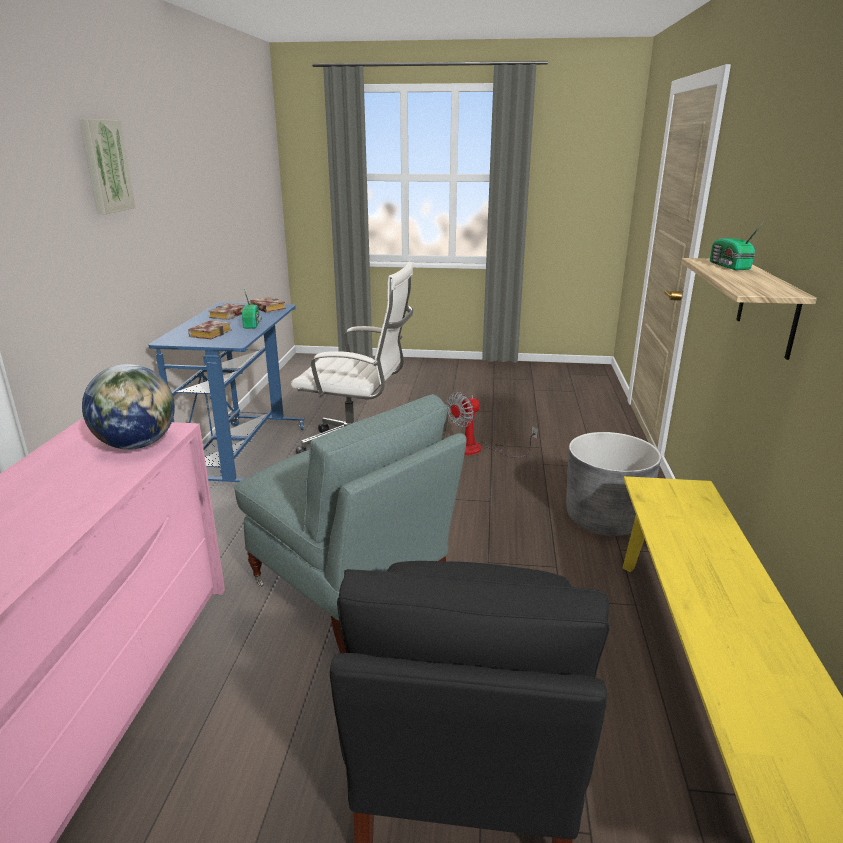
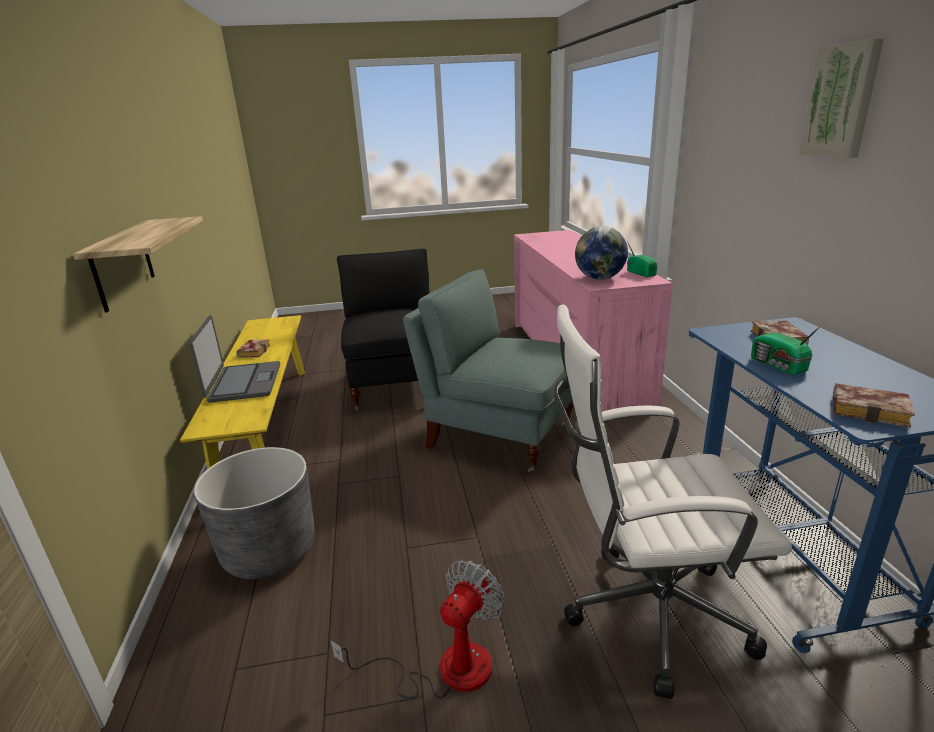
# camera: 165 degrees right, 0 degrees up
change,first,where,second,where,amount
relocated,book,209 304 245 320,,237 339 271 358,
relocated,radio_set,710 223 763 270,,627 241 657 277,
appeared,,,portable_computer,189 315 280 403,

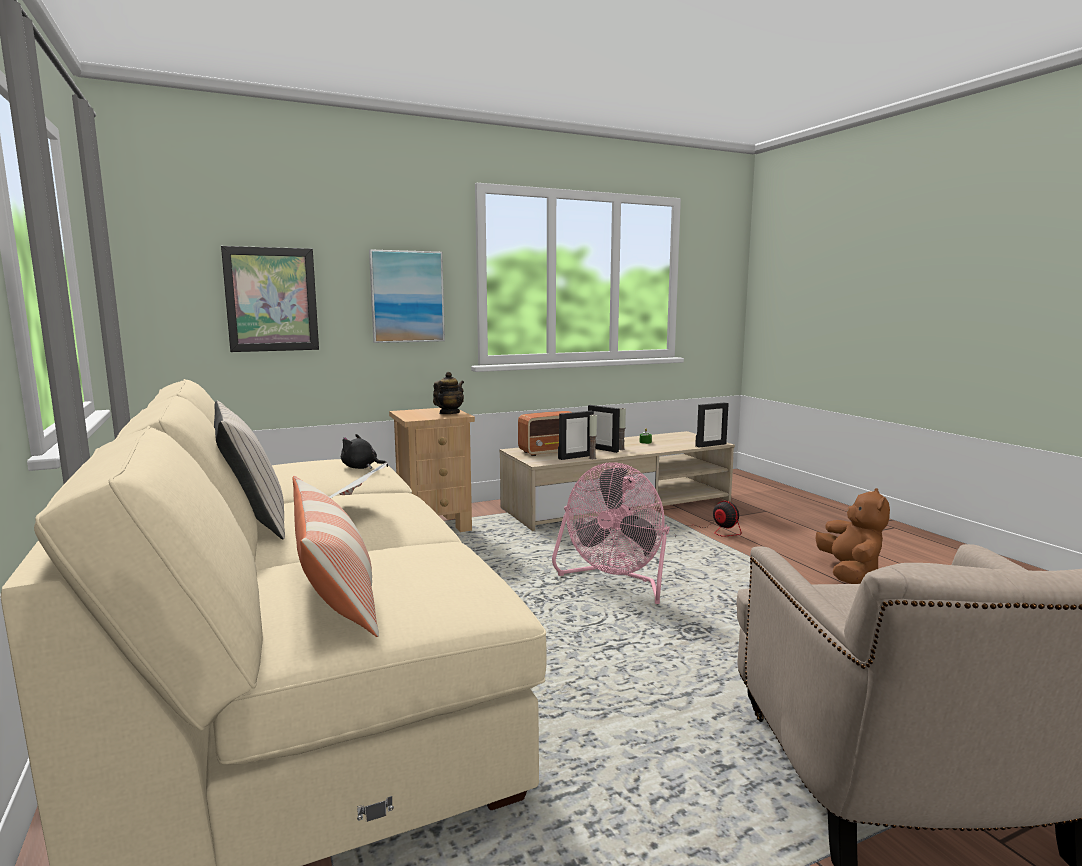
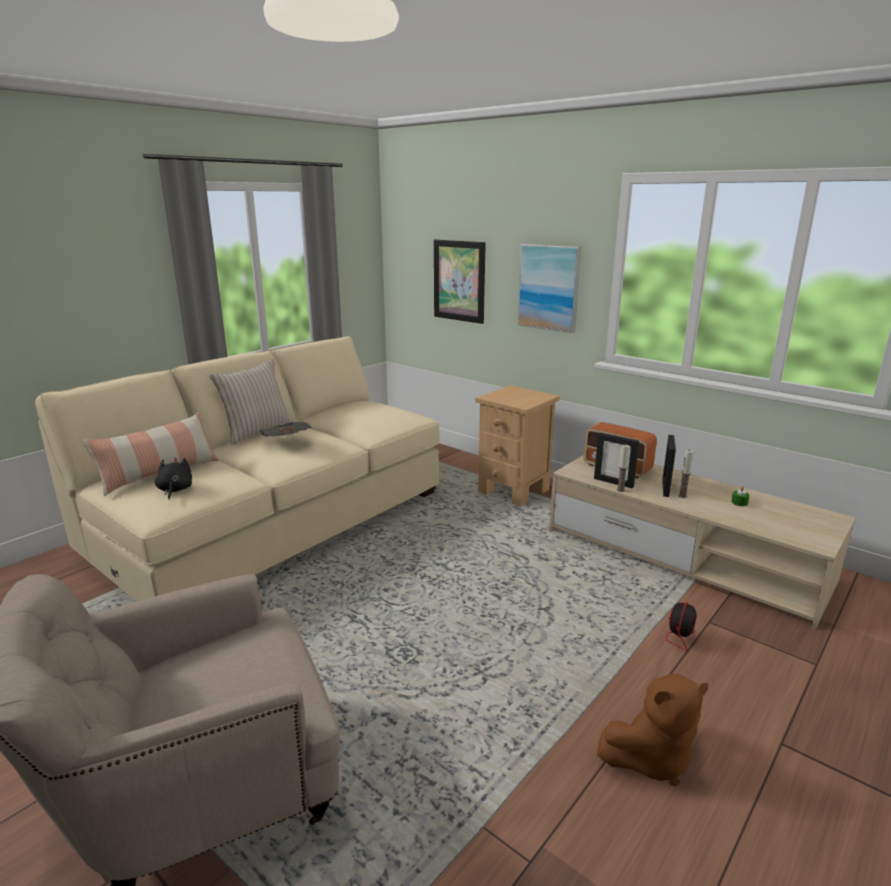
# camera: 65 degrees right, 10 degrees up
change,first,where,second,where,amount
relocated,black_plush_toy,341 434 388 469,,155 458 192 499,
missing,pot_for_tea,433 372 464 414,,,
missing,pink-coloured_fan,552 462 670 604,,,
missing,picture_frame,695 402 729 448,,,

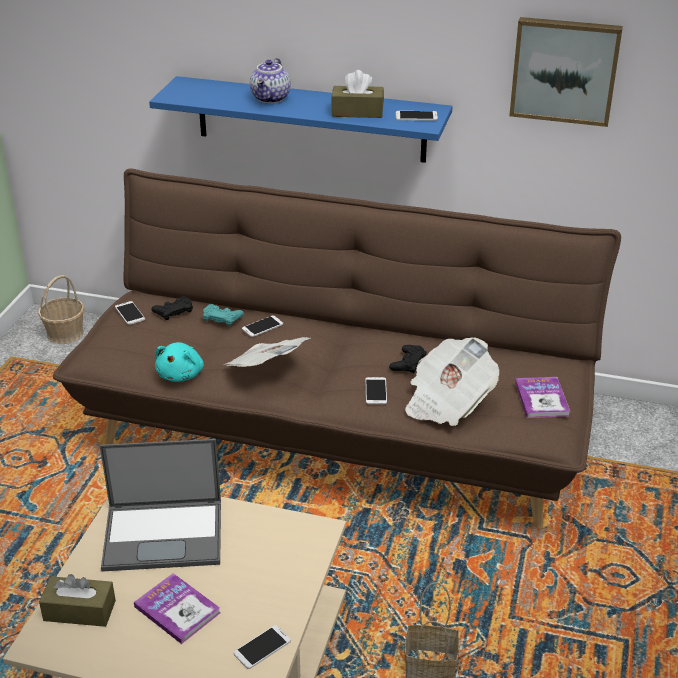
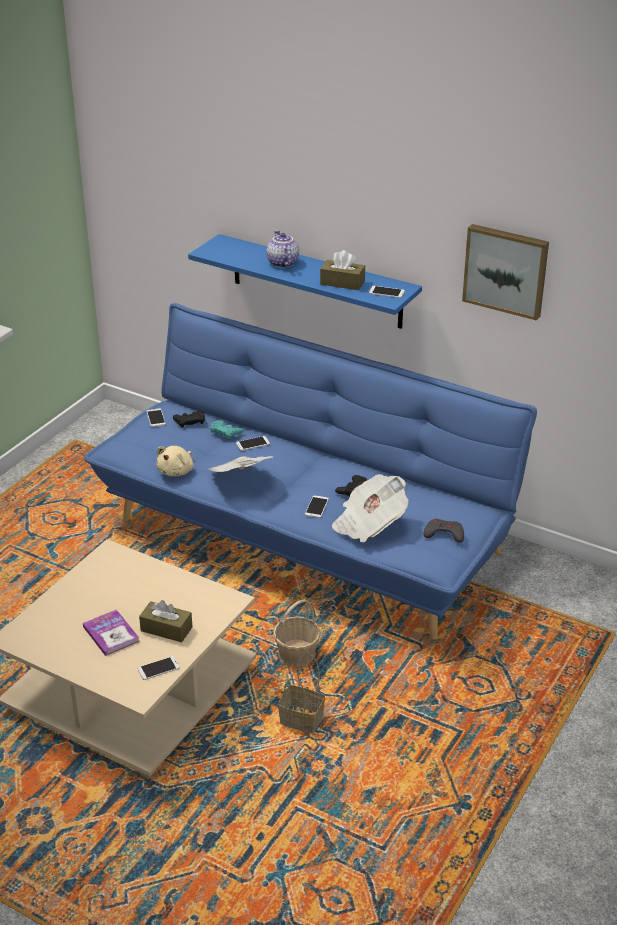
# camera: 15 degrees right, 0 degrees up
change,first,where,second,where,amount
relocated,basket,38 275 85 344,,273 599 321 667,
relocated,brown_tissue_box,39 574 116 627,,139 600 193 642,
colour,brown_settee,53 168 621 528,blue_settee,84 303 537 640,
missing,portable_computer,100 439 221 572,,,
colour,turquoise_plush_toy,155 342 204 382,beige-coloured_plush_toy,156 446 194 476,
spun,pot_for_tea,250 58 291 104,,267 230 299 268,135 degrees clockwise
exchanged,book,515 377 570 418,greyish_gamepad,424 519 464 543,

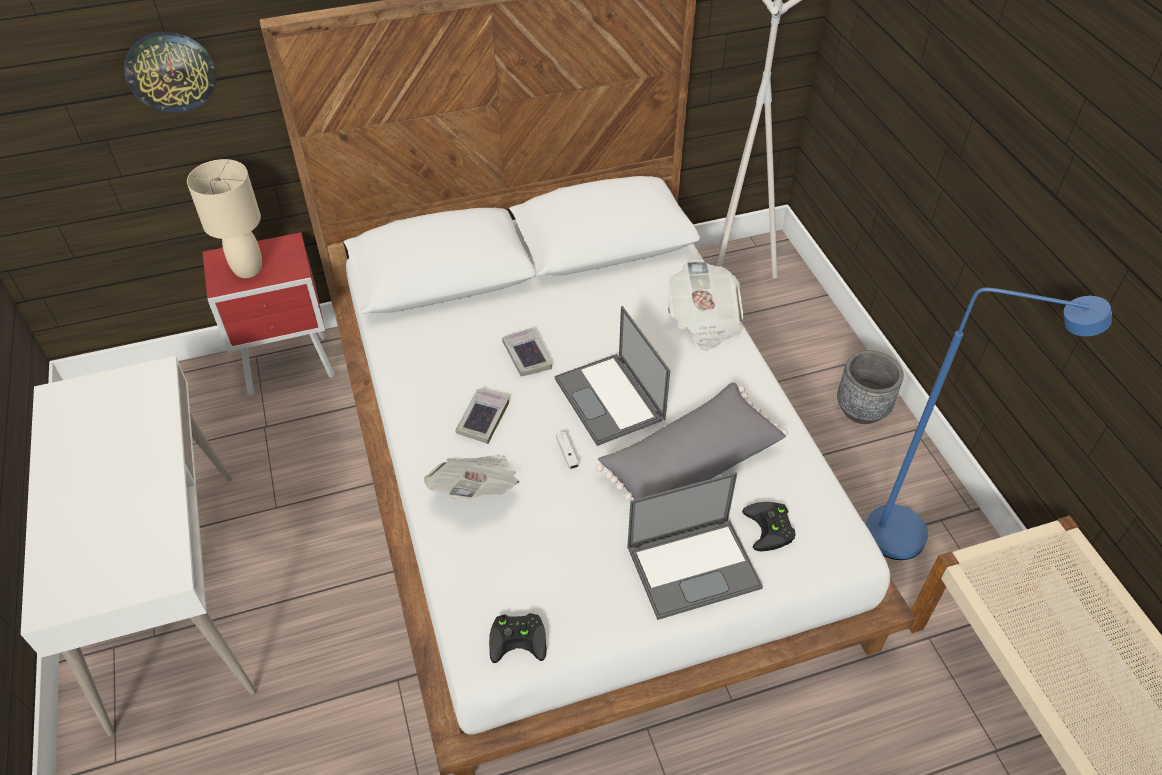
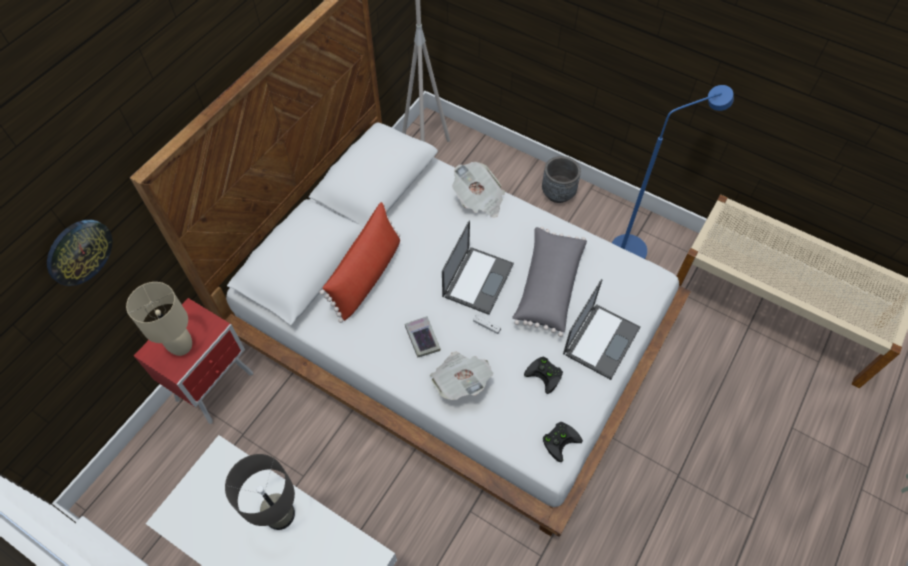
# camera: 40 degrees left, 10 degrees up
change,first,where,second,where,amount
missing,book,502 327 552 376,,,
spun,portable_computer,555 306 670 446,,442 221 514 315,90 degrees counterclockwise
relocated,black_gamepad,742 502 795 551,,524 357 563 394,
appeared,,,greyish_tabletop_lamp,225 454 295 530,
appeared,,,red-coloured_throw_pillow,319 202 400 323,

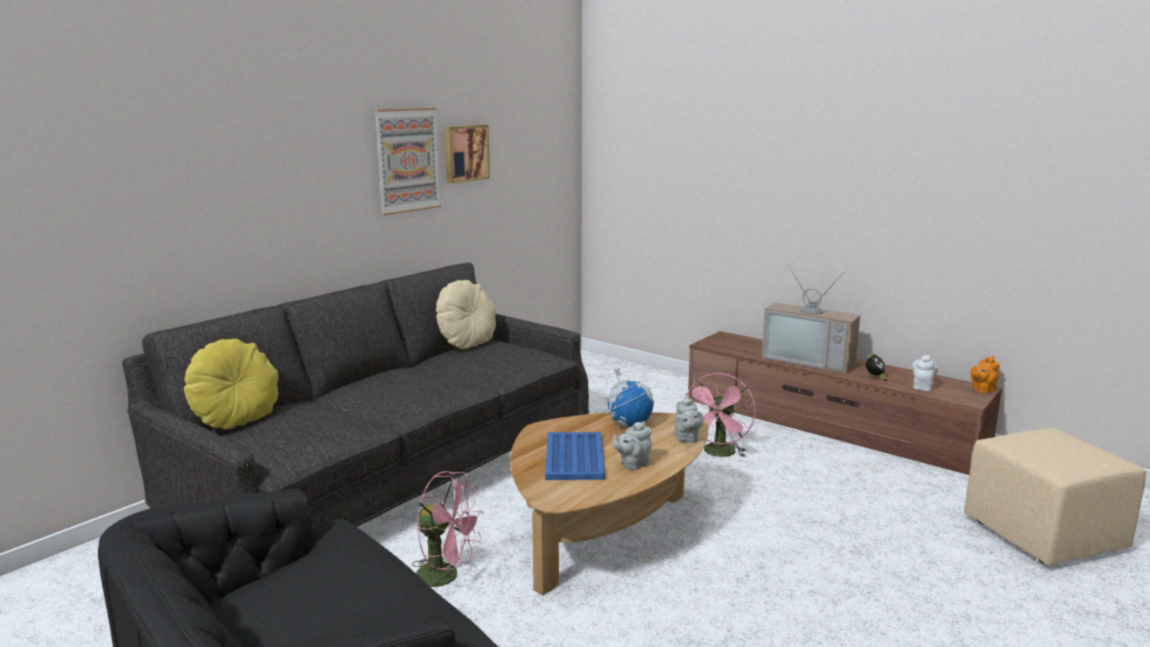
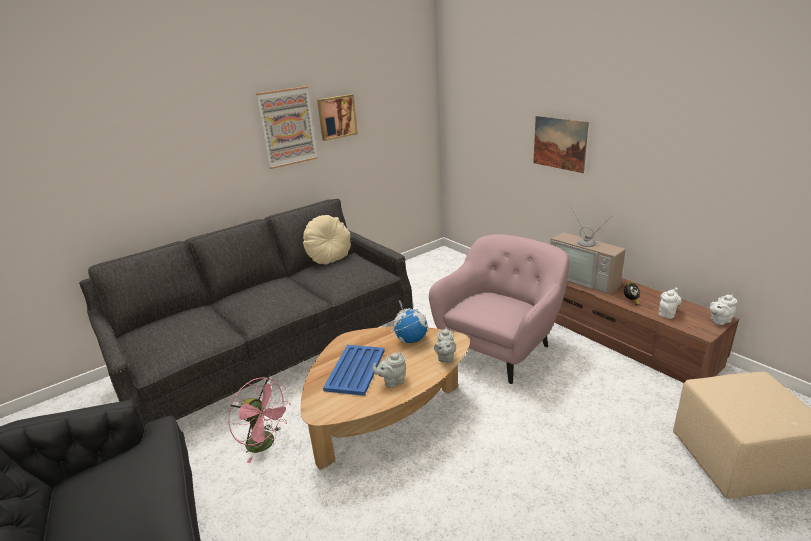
# camera: 15 degrees right, 10 degrees up
change,first,where,second,where,amount
missing,yellow-coloured_throw_pillow,184 339 278 429,,,
exchanged,pink-coloured_fan,685 373 755 457,pink-coloured_lounge_chair,429 234 570 384,
colour,orange-coloured_pot_for_tea,970 356 1000 394,whitish_pot_for_tea,710 294 737 325,
appeared,,,wall_art,533 116 589 173,

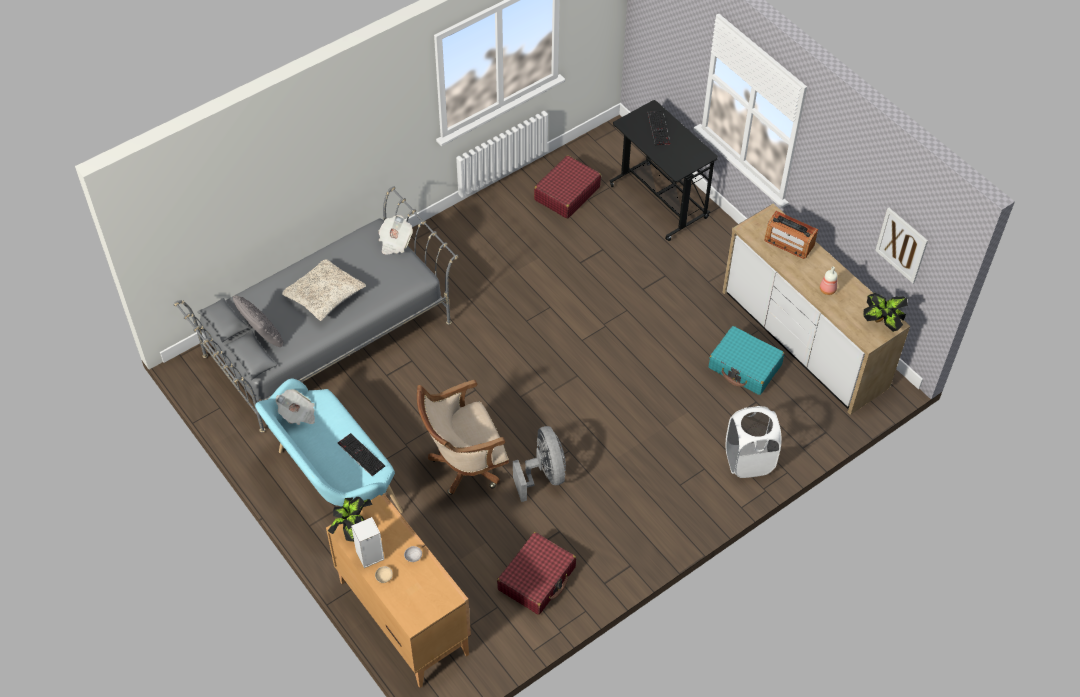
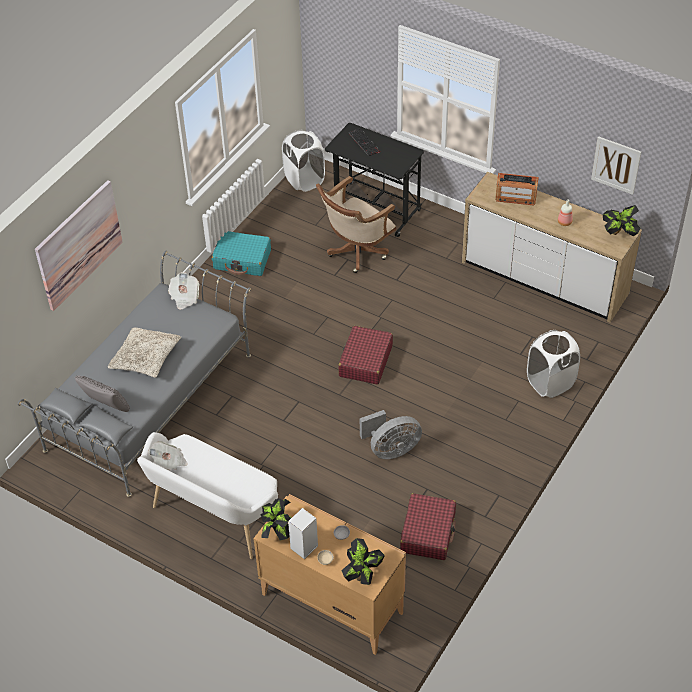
# camera: 20 degrees left, 5 degrees down
change,first,where,second,where,amount
colour,turquoise_long_seat,255 378 403 513,whitish_long_seat,137 432 278 559,
missing,computer_keyboard,338 433 385 476,,,
relocated,office_chair,417 380 509 495,,316 176 396 273,
spun,greyish_fan,513 426 566 502,,360 410 422 459,105 degrees clockwise
relocated,red-coloured_suitcase,534 155 601 219,,338 326 393 385,
relocated,turquoise_suitcase,709 326 785 395,,212 231 271 276,
appeared,,,wall_art,35 180 123 311,
appeared,,,whitish_hamper,282 130 325 192,
appeared,,,houseplant,341 538 385 585,

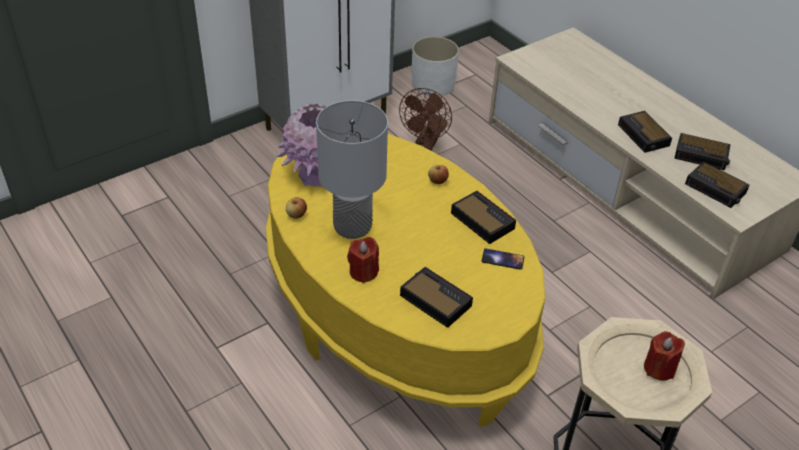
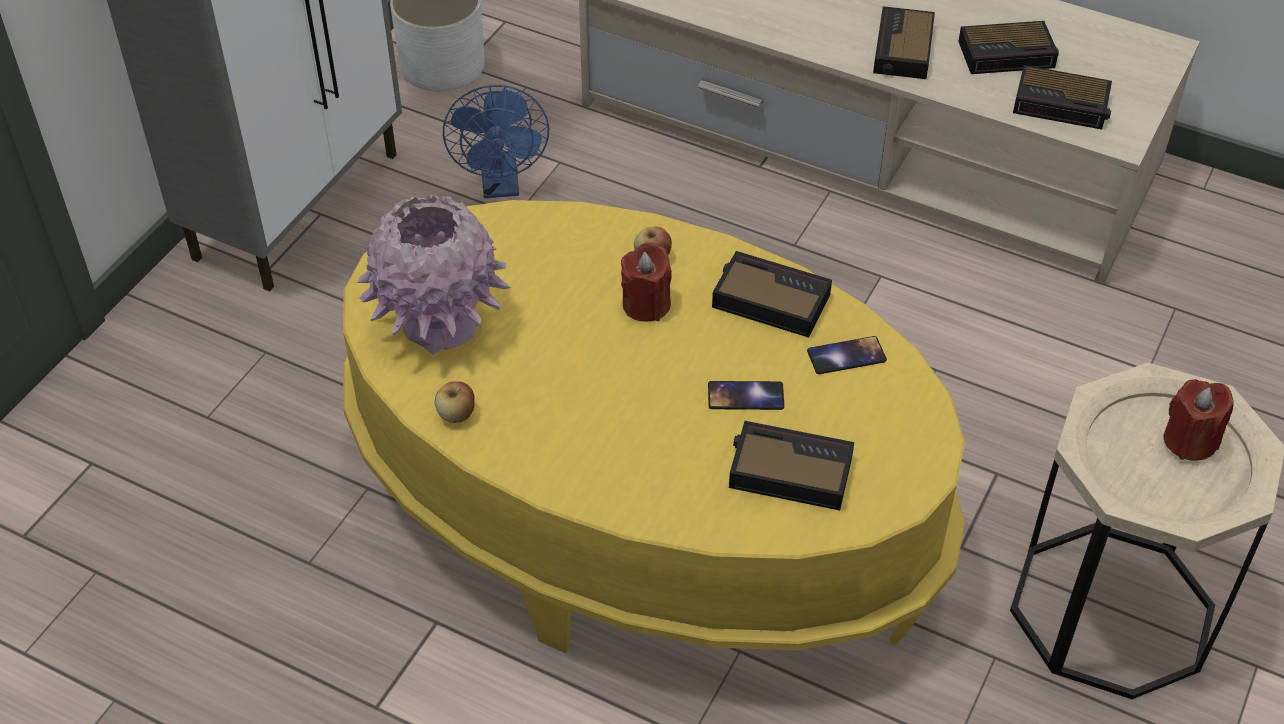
# camera: 25 degrees left, 5 degrees up
change,first,where,second,where,amount
missing,greyish_tabletop_lamp,316 100 388 239,,,
relocated,red-coloured_candle,347 237 379 283,,621 242 672 322,
colour,brown_fan,399 88 452 151,blue_fan,443 85 549 198,
spun,bedside_clock,618 111 672 153,,873 6 935 79,60 degrees clockwise
appeared,,,phone,708 381 784 410,

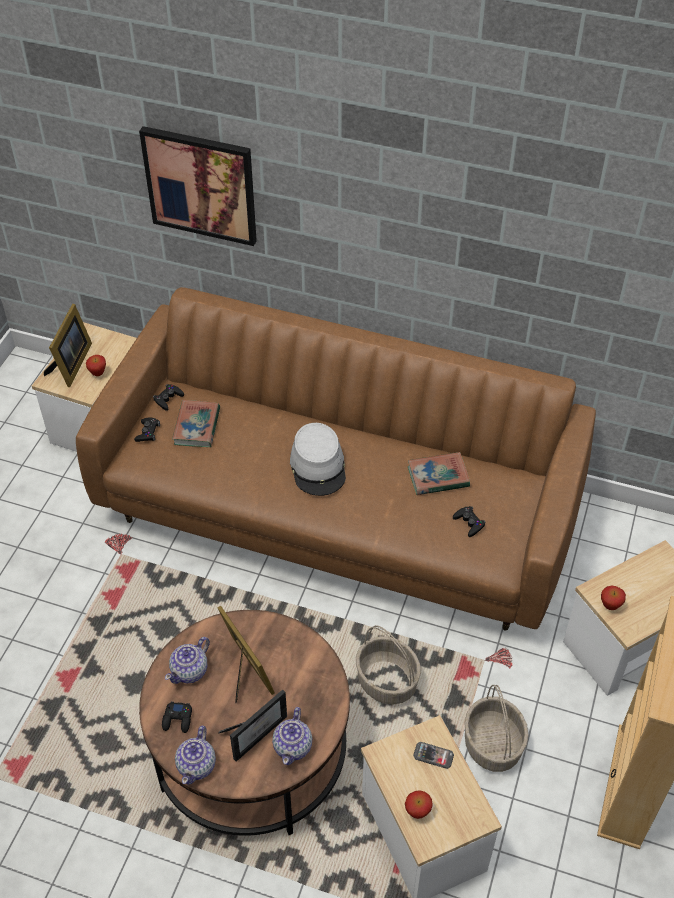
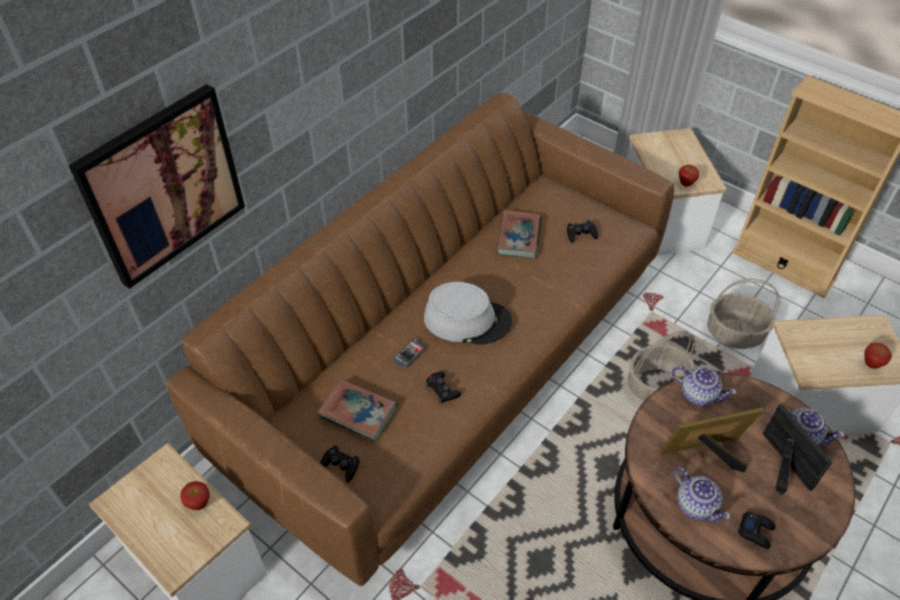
# camera: 70 degrees left, 0 degrees up
change,first,where,second,where,amount
missing,picture_frame,44 304 92 387,,,
relocated,black_gamepad,153 384 184 411,,425 371 461 404,
relocated,pot_for_tea,175 726 216 785,,672 366 737 406,
relocated,phone,413 742 454 769,,393 338 427 369,

